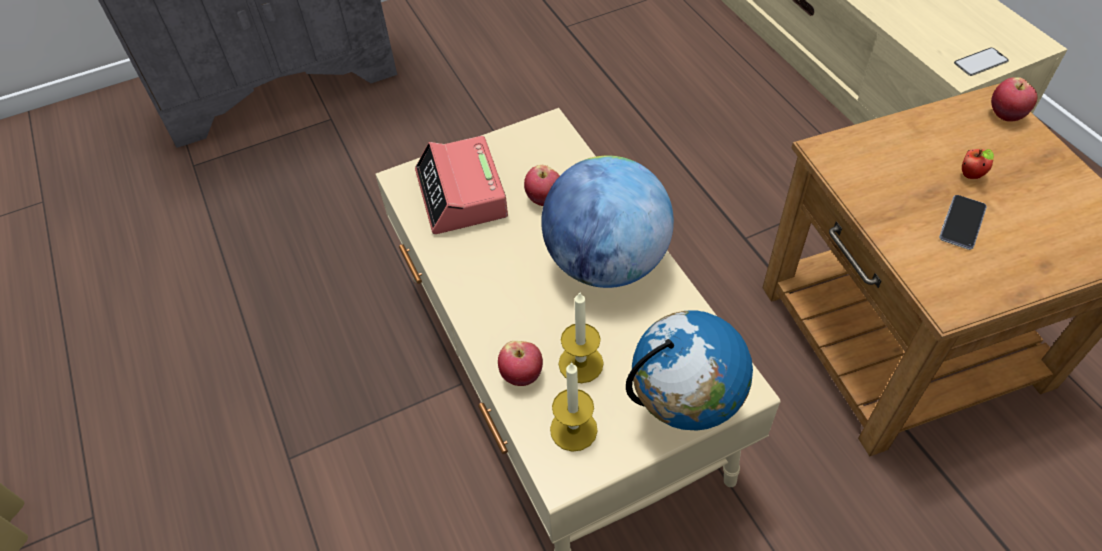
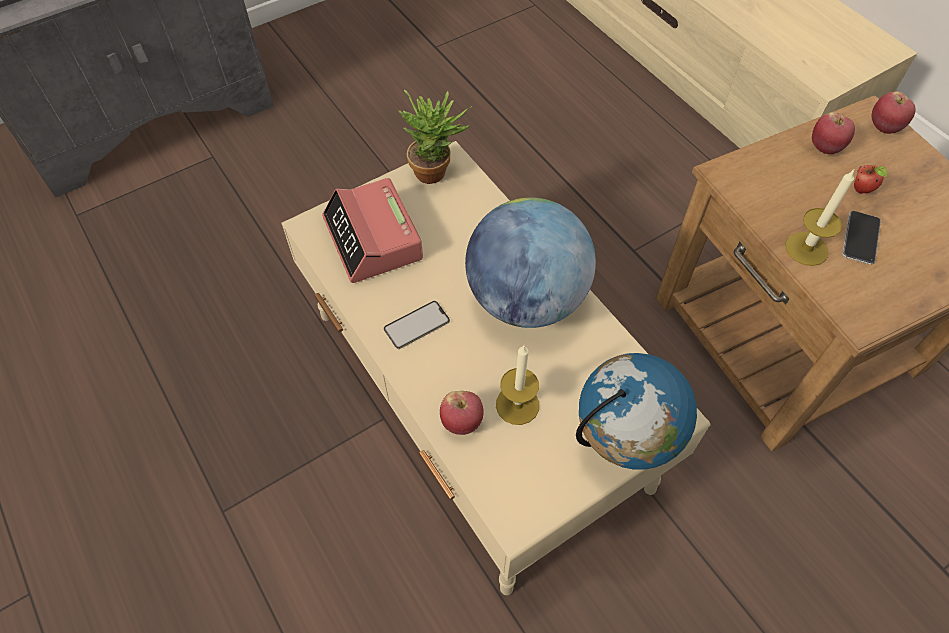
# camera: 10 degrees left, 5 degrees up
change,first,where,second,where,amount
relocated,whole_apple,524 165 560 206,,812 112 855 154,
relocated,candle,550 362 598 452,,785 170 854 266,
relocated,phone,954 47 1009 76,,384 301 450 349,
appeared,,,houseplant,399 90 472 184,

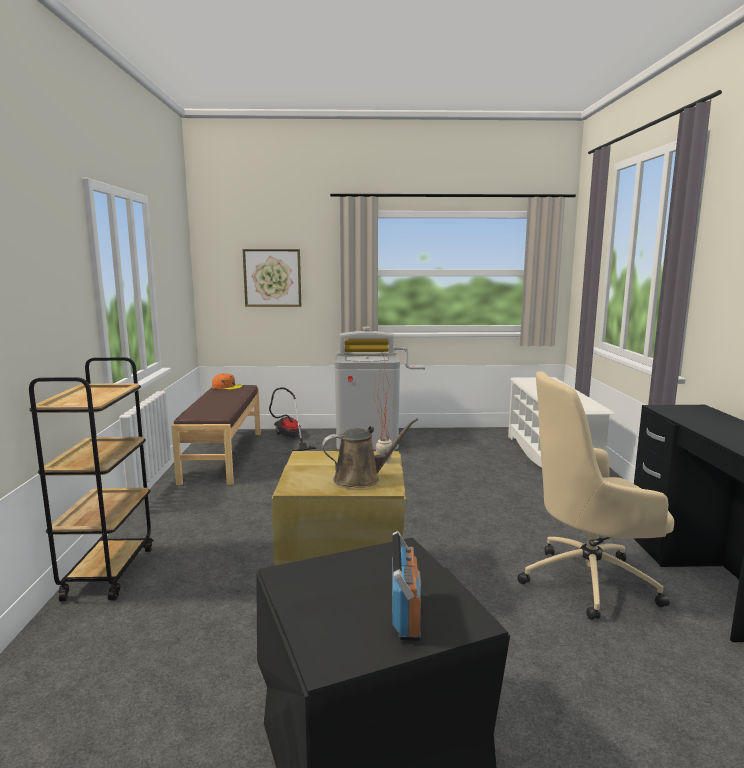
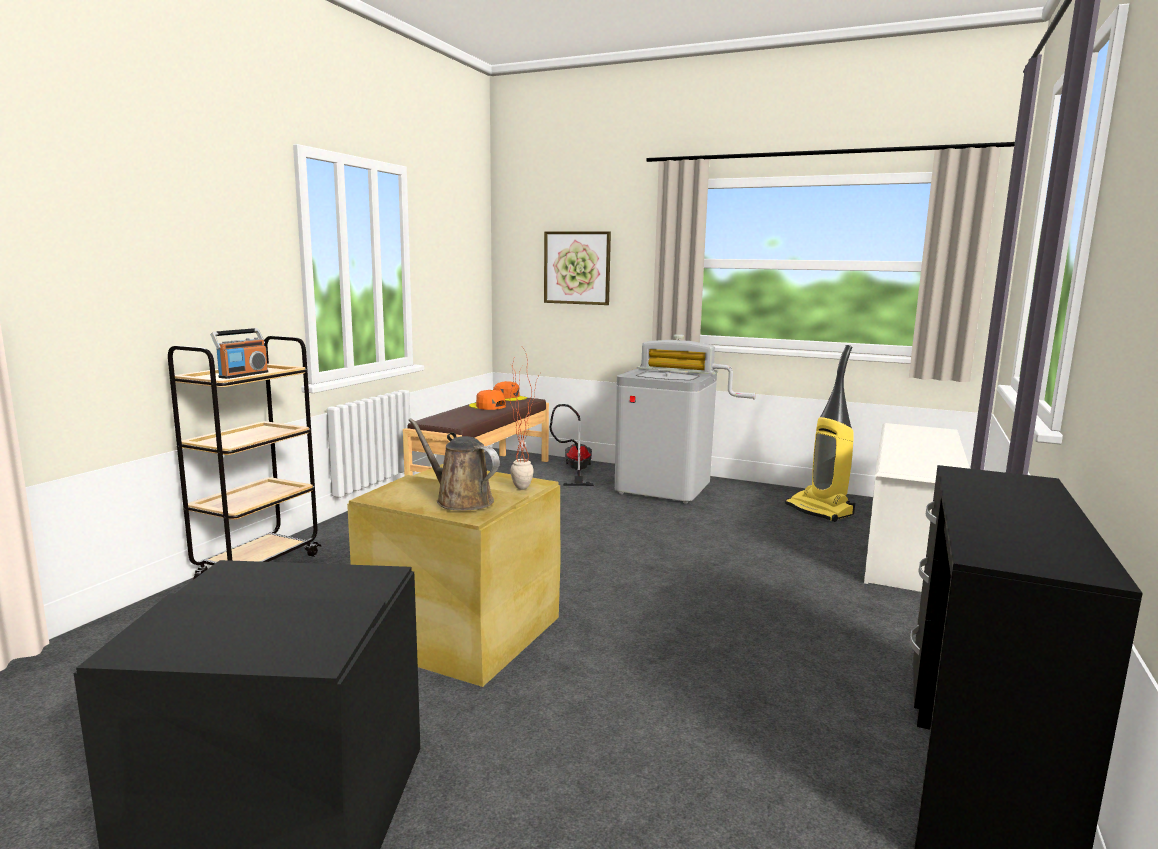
# camera: 25 degrees right, 0 degrees up
change,first,where,second,where,amount
spun,brown_watering_pot,322 418 418 488,,409 418 500 511,150 degrees counterclockwise
relocated,radio_set,392 531 421 641,,211 328 268 379,
missing,beige-coloured_office_chair,518 372 674 620,,,
appeared,,,orange-coloured_peaked_cap,469 390 506 410,
appeared,,,vacuum,785 345 855 522,

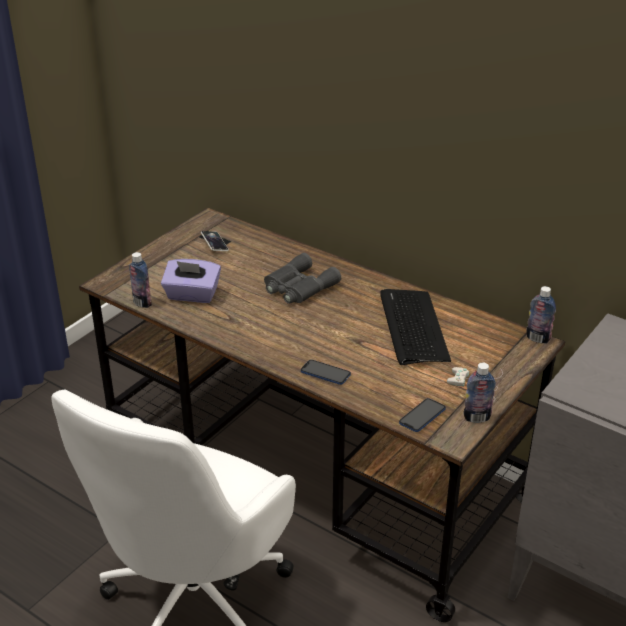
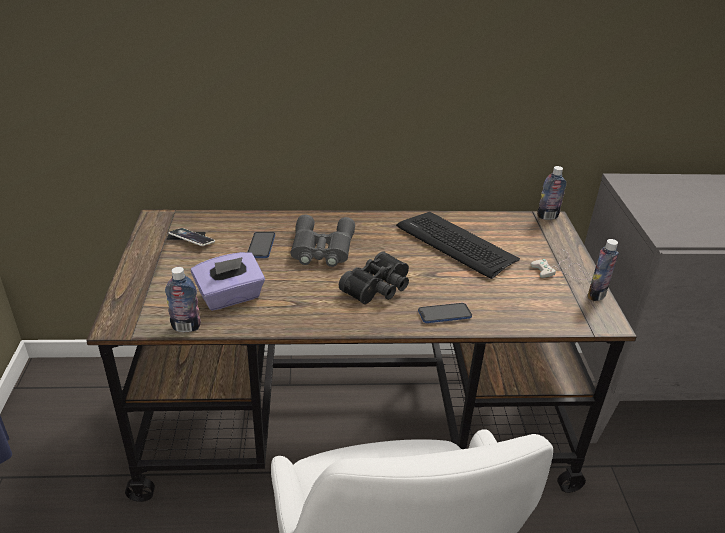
# camera: 40 degrees left, 0 degrees up
change,first,where,second,where,amount
relocated,phone,399 398 446 432,,248 232 275 258,
appeared,,,black_pair_of_binoculars,339 251 409 304,

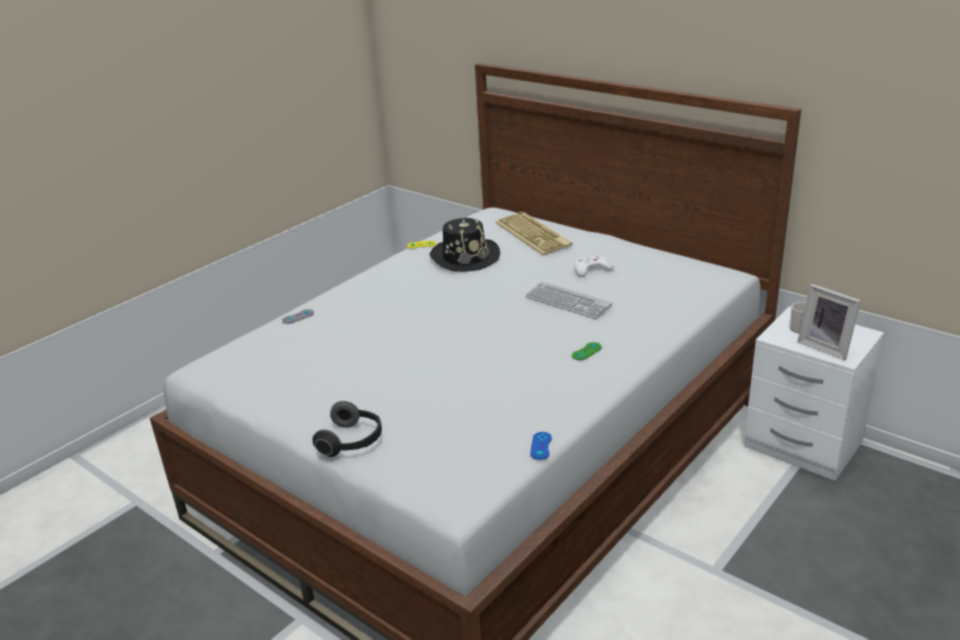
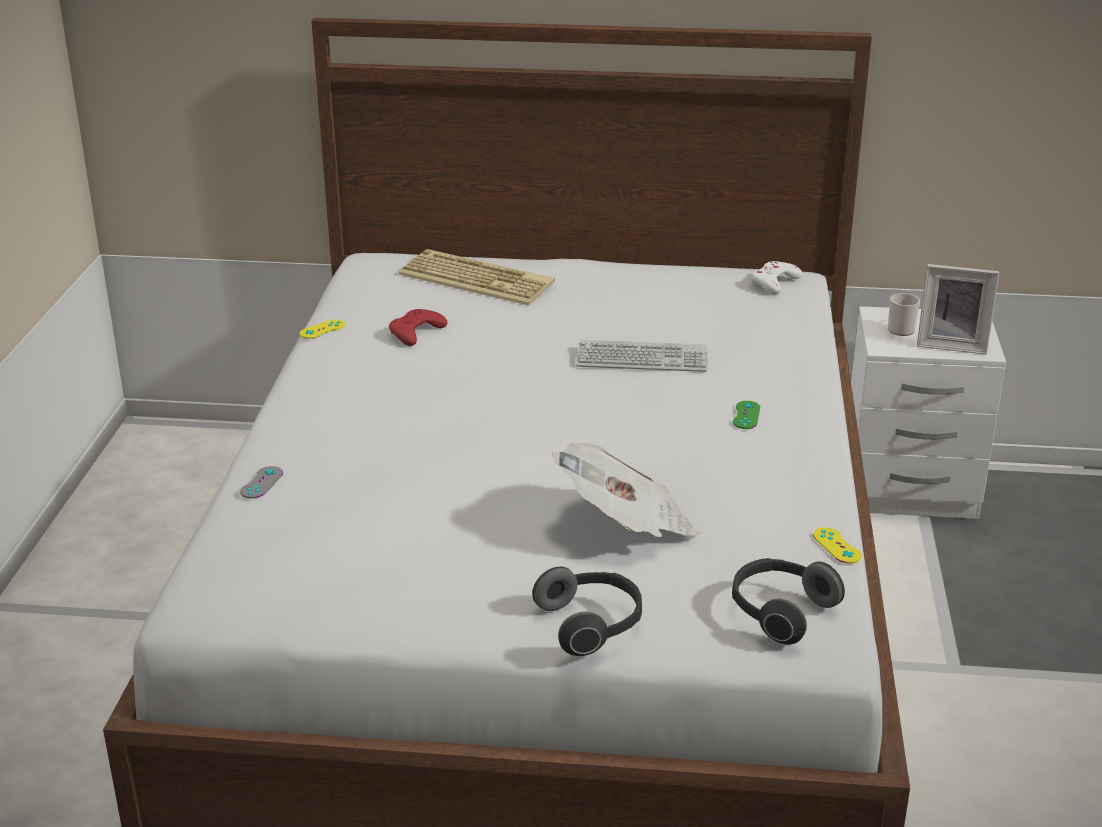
# camera: 35 degrees left, 0 degrees up
change,first,where,second,where,amount
exchanged,black_wearable_hat,430 218 500 272,red-coloured_gamepad,389 309 448 346,
colour,blue_gamepad,530 432 552 460,yellow-coloured_gamepad,813 527 862 564,
relocated,whitish_gamepad,574 256 614 277,,752 261 803 295,
appeared,,,daily_paper,552 443 699 537,
appeared,,,pair_of_headphones,732 558 845 644,

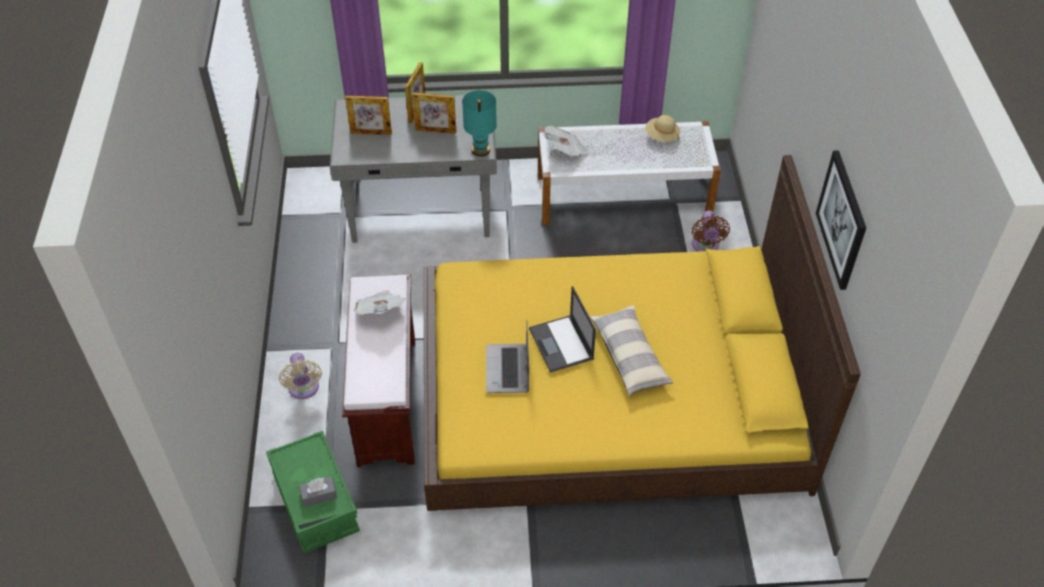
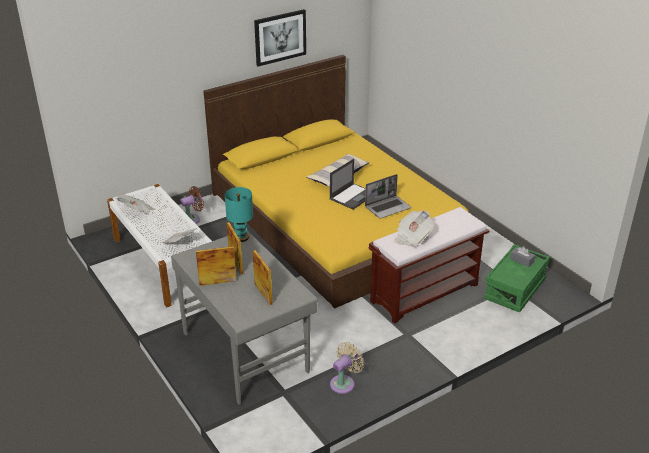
# camera: 120 degrees left, 15 degrees down
change,first,where,second,where,amount
relocated,beige-coloured_fan,279 353 322 399,,330 342 364 394,
exchanged,beige-coloured_wearable_hat,645 115 680 142,daily_paper,115 194 155 212,

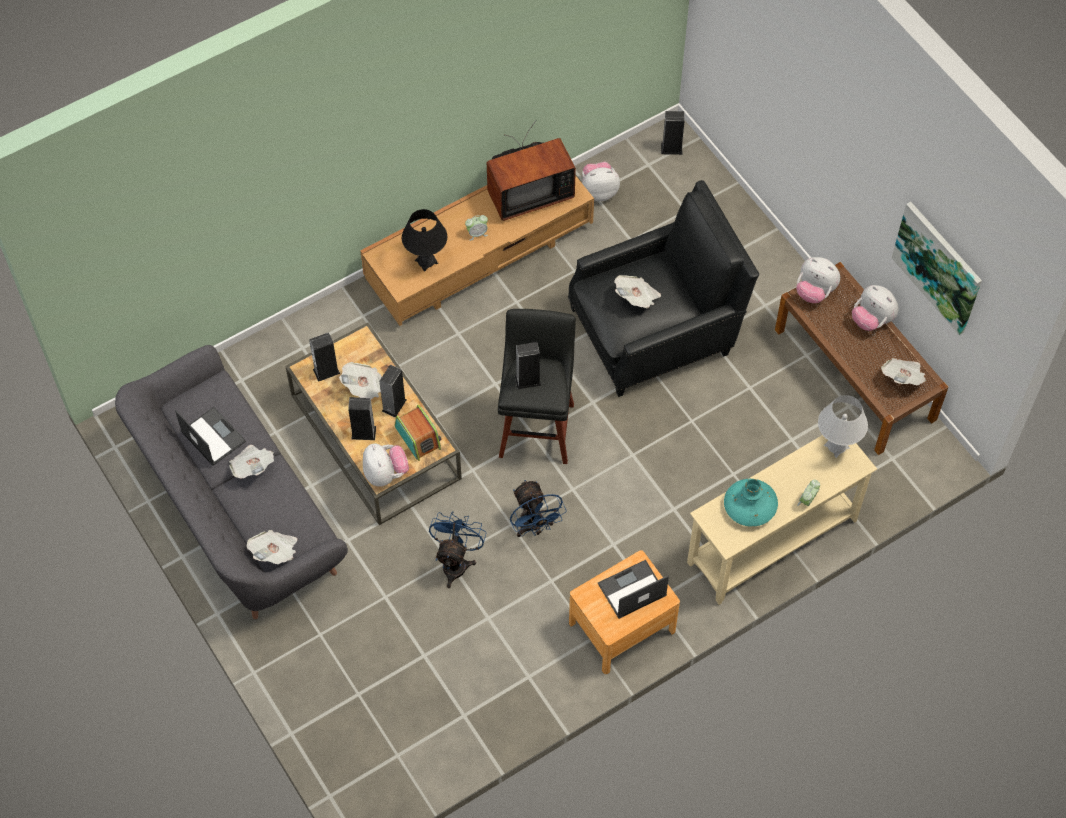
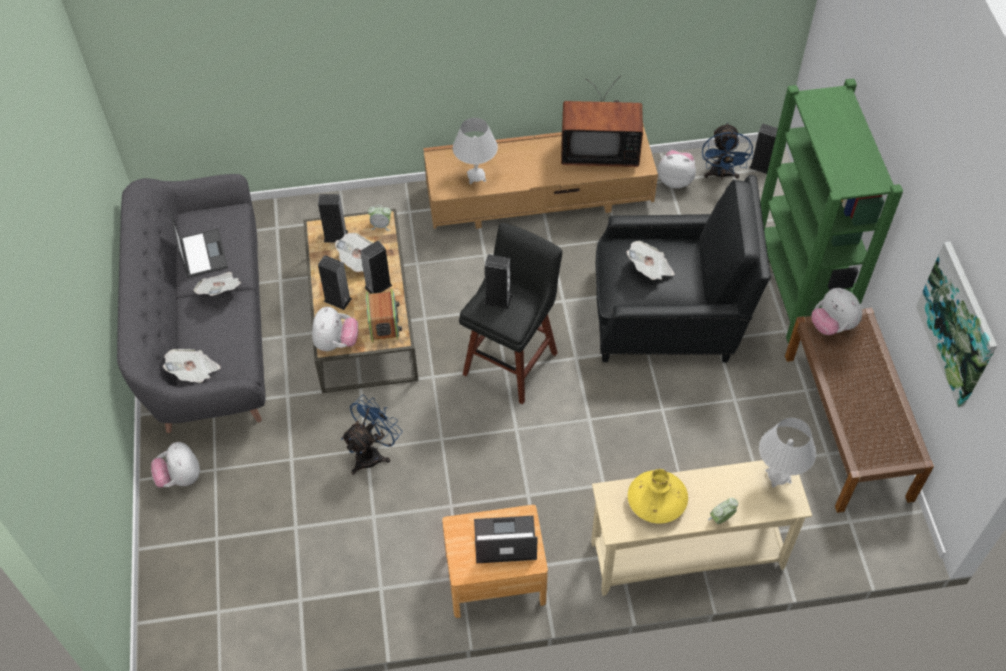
# camera: 25 degrees right, 5 degrees down
change,first,where,second,where,amount
colour,black_tabletop_lamp,402 209 447 272,whitish_tabletop_lamp,453 118 498 184,
relocated,bedside_clock,465 215 488 241,,368 205 391 231,
relocated,blue_fan,510 480 567 537,,702 123 753 180,
colour,turquoise_vase,724 479 778 527,yellow-coloured_vase,628 469 688 524,
relocated,plush_toy,852 285 899 331,,151 442 200 488,
missing,daily_paper,881 358 926 385,,,
appeared,,,greenish_bookshelf,760 79 903 343,

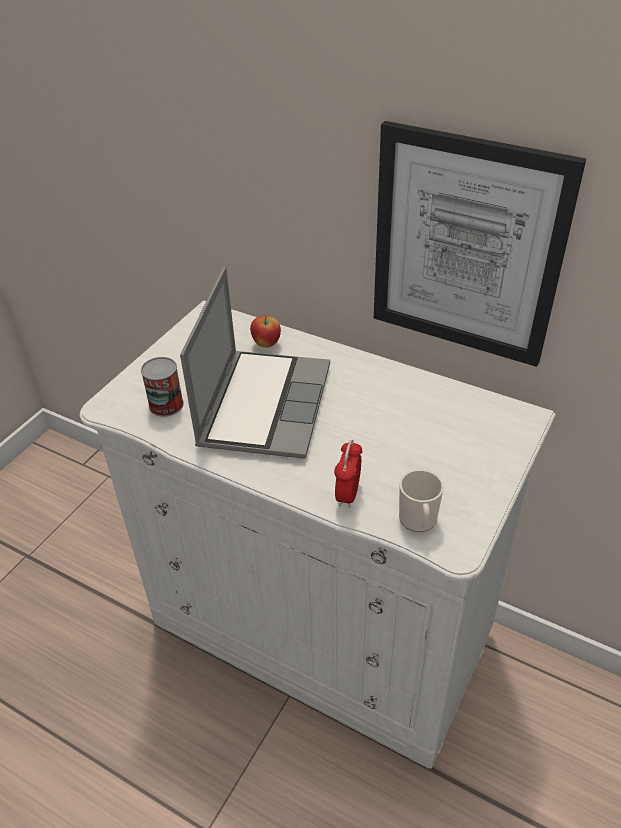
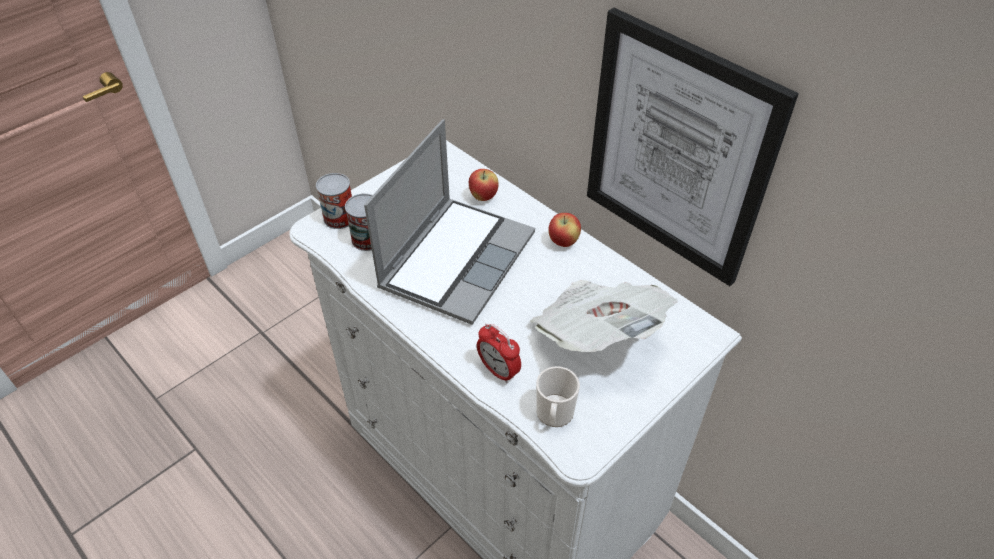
# camera: 15 degrees right, 5 degrees up
change,first,where,second,where,amount
spun,bedside_clock,334 439 363 508,,477 324 521 383,75 degrees counterclockwise
appeared,,,metal_can,316 173 352 229,
appeared,,,daily_paper,530 280 678 352,
appeared,,,whole_apple,548 213 581 247,

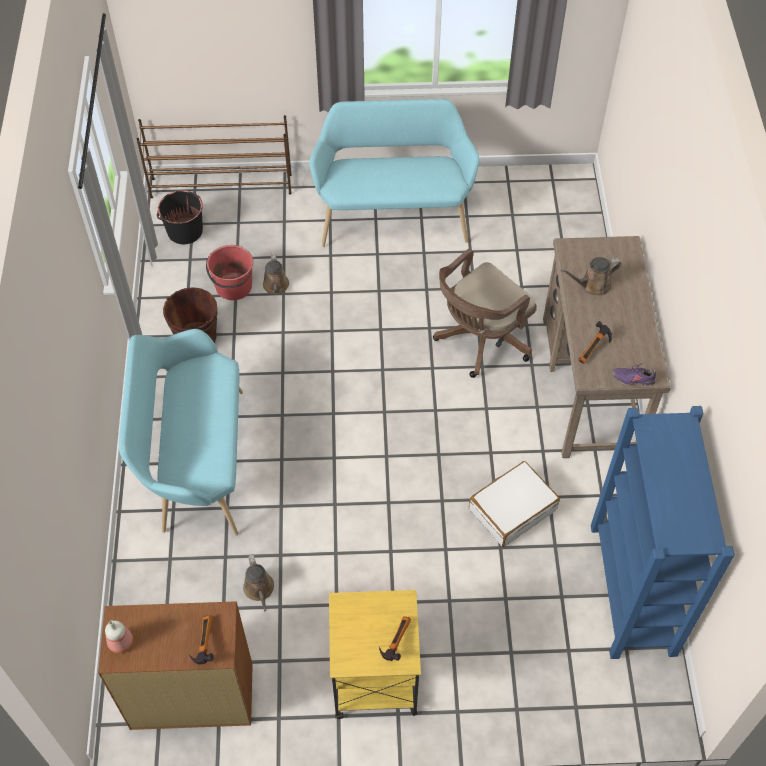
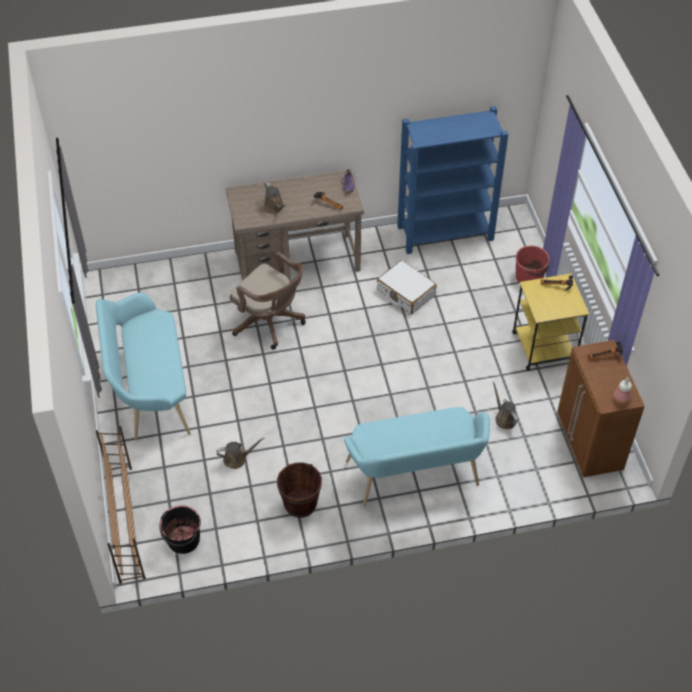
# camera: 100 degrees left, 5 degrees down
change,first,where,second,where,amount
relocated,red-coloured_bucket,206 245 253 300,,515 246 550 283,
spun,brown_watering_pot,243 554 274 612,,493 382 518 429,90 degrees counterclockwise

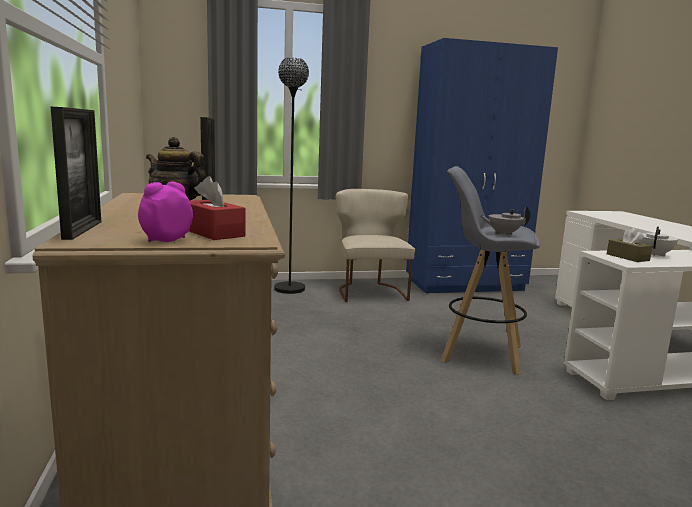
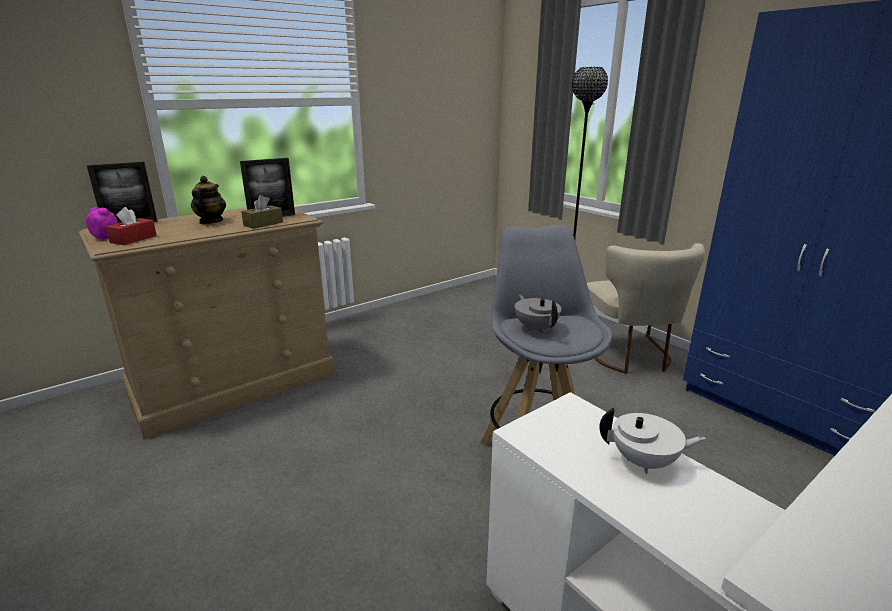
# camera: 65 degrees right, 10 degrees up
change,first,where,second,where,amount
spun,beige-coloured_chair,336 189 415 302,,587 243 705 374,120 degrees clockwise
relocated,brown_tissue_box,607 228 652 262,,241 195 283 229,

